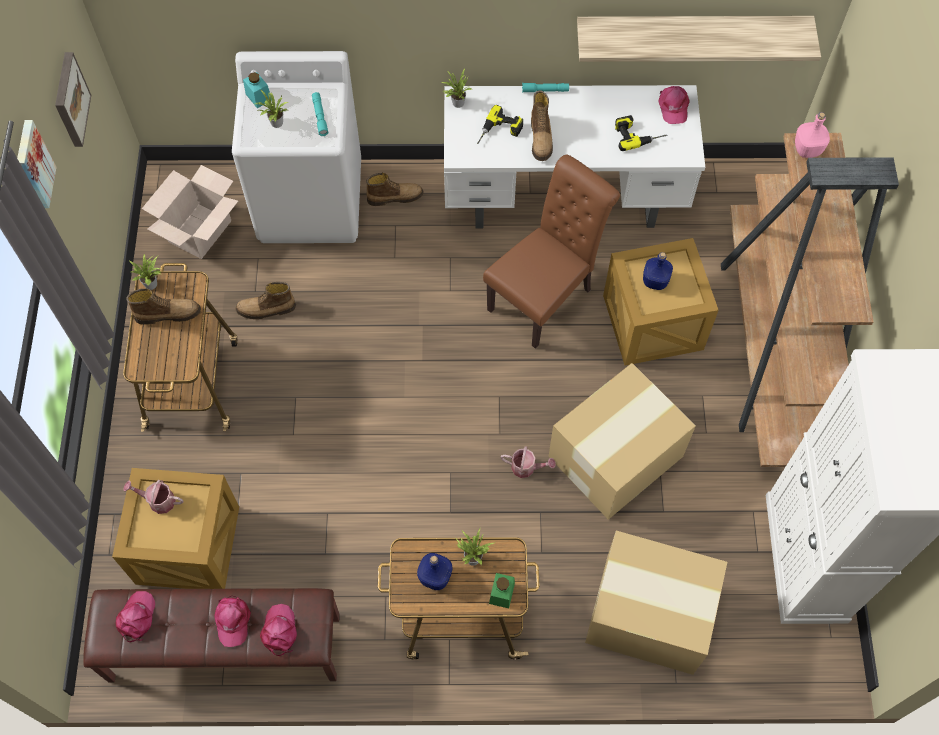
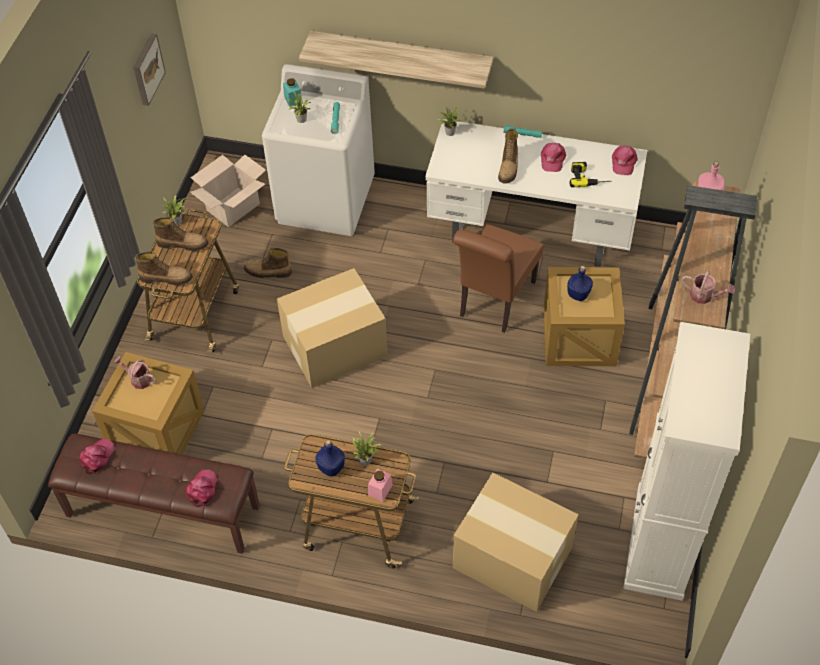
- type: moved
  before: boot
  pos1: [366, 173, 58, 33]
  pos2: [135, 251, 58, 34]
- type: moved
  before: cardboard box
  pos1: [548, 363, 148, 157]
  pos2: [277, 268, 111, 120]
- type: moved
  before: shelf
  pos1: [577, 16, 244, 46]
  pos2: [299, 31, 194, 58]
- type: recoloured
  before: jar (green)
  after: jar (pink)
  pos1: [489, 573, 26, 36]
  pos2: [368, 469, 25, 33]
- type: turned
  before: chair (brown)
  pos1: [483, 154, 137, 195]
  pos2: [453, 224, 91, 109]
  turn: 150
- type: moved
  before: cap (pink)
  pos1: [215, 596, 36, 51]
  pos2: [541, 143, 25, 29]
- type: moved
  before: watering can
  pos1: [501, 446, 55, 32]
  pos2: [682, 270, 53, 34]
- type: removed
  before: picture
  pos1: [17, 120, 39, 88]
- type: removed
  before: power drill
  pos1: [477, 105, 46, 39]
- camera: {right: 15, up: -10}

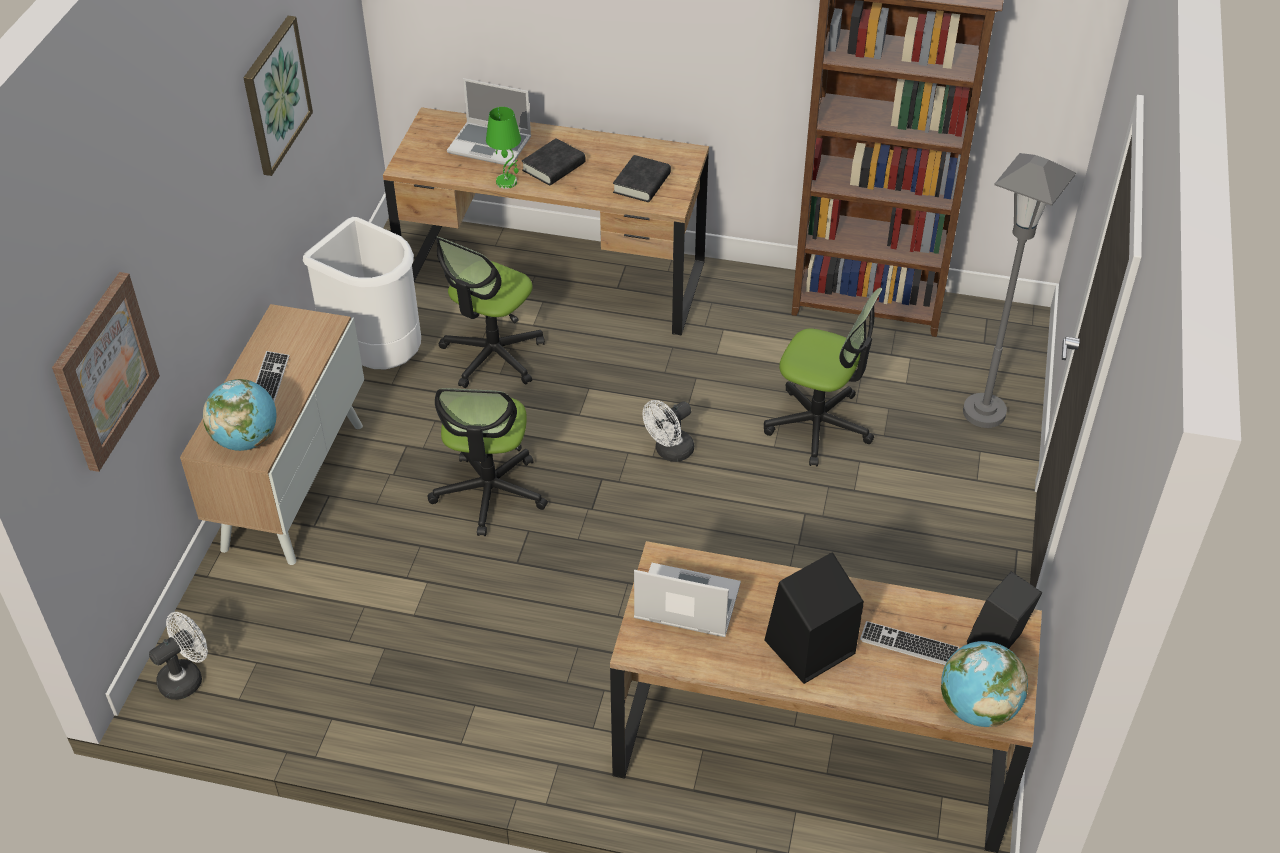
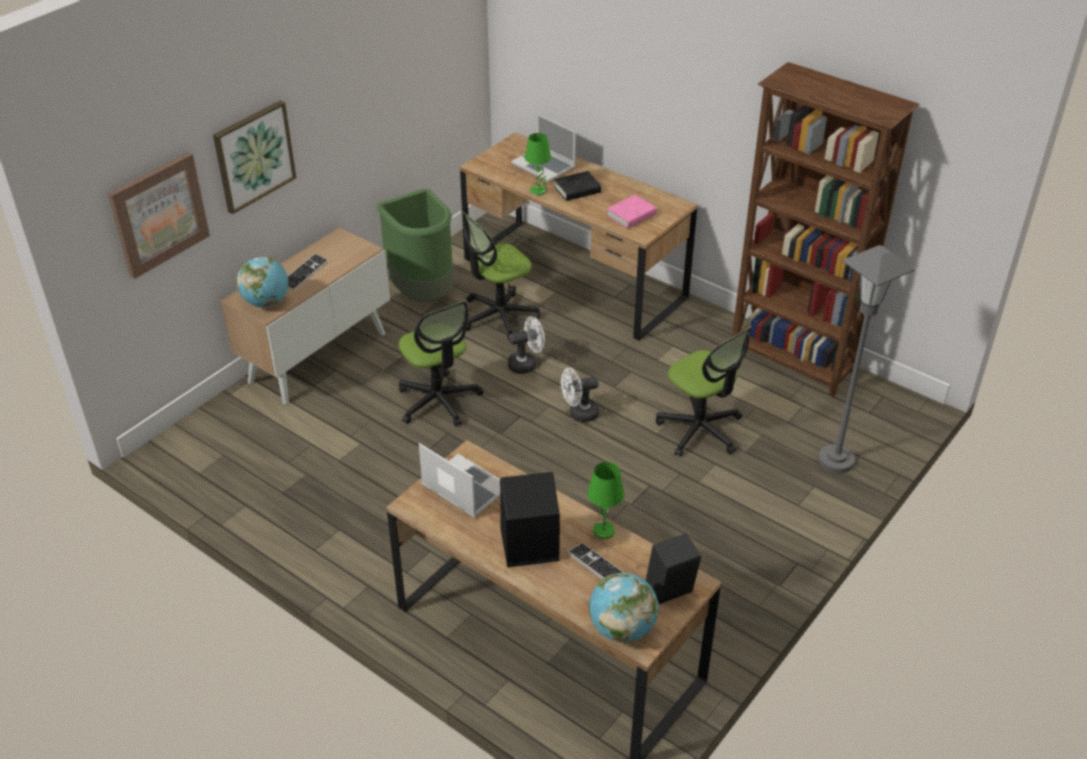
- type: moved
  before: picture
  pos1: [243, 16, 70, 160]
  pos2: [213, 100, 83, 114]
- type: recoloured
  before: trash can (white)
  after: trash can (green)
  pos1: [303, 217, 118, 152]
  pos2: [377, 189, 76, 113]
- type: turned
  before: office chair
  pos1: [427, 388, 121, 148]
  pos2: [399, 301, 84, 126]
  turn: -60
- type: moved
  before: fan (white)
  pos1: [149, 612, 59, 88]
  pos2: [508, 316, 37, 58]
- type: added
  after: table lamp (green)
  pos2: [587, 462, 37, 77]
- type: recoloured
  before: book (black)
  after: book (pink)
  pos1: [613, 155, 58, 47]
  pos2: [607, 195, 50, 34]
- camera: {right: 25, up: -5}

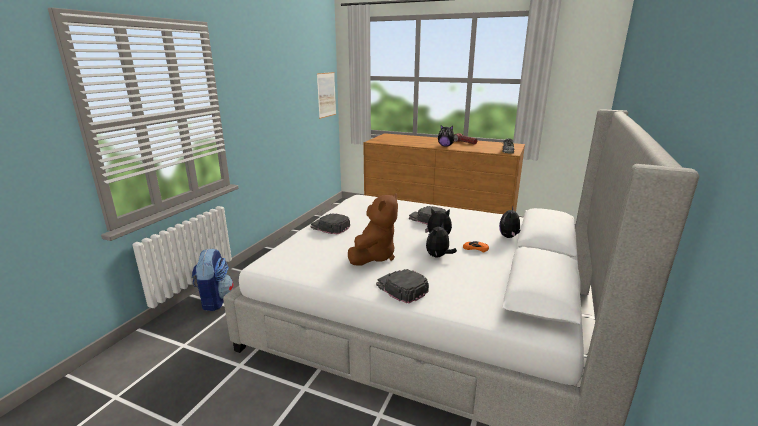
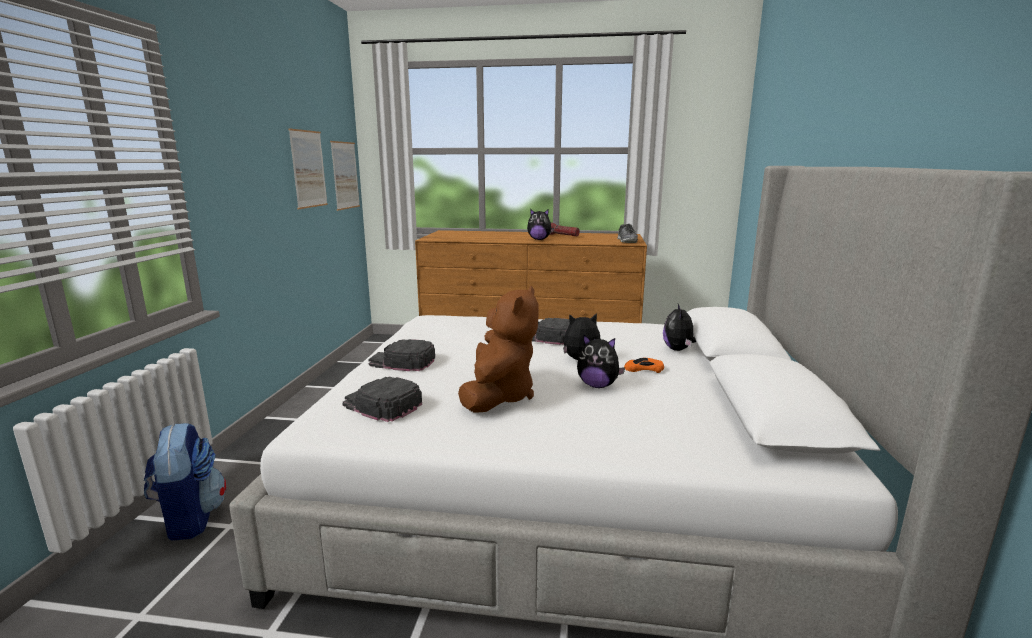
- type: added
  after: picture
  pos2: [288, 128, 40, 81]
- type: moved
  before: cap (black)
  pos1: [376, 269, 53, 34]
  pos2: [342, 376, 80, 46]
- type: turned
  before: plush toy
  pos1: [426, 223, 31, 35]
  pos2: [577, 334, 48, 54]
  turn: -90
- camera: {right: -15, up: -5}

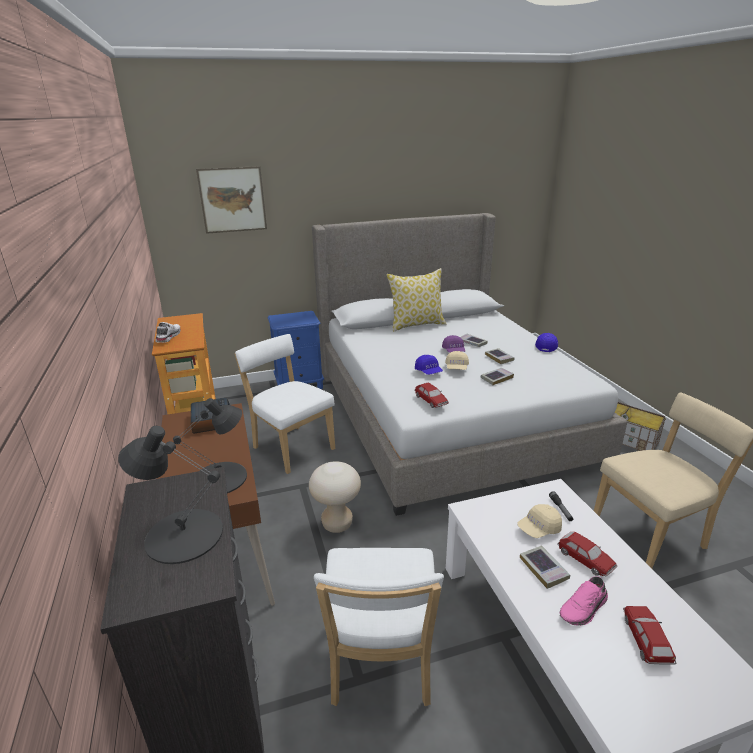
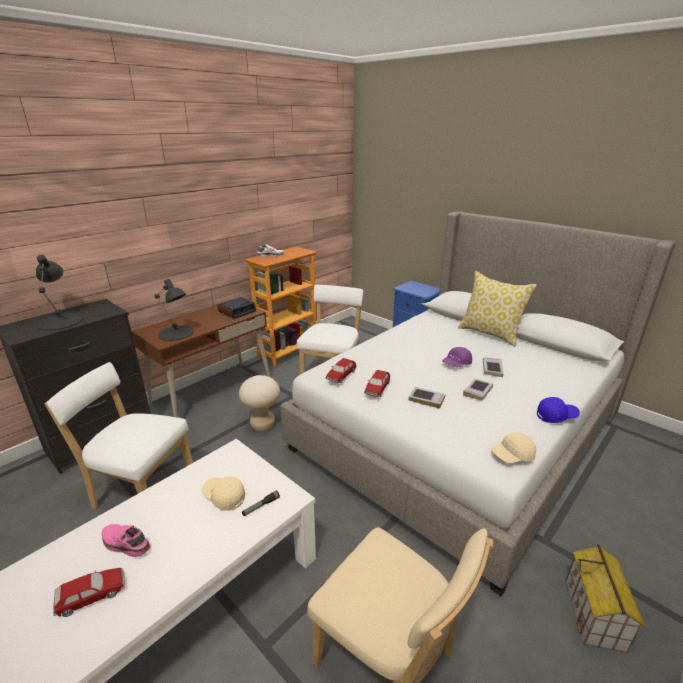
- type: turned
  before: chair (white)
  pos1: [314, 548, 130, 158]
  pos2: [45, 362, 148, 147]
  turn: 45
- type: moved
  before: toy car
  pos1: [557, 532, 60, 45]
  pos2: [364, 370, 27, 27]
- type: moved
  before: cap (beige)
  pos1: [445, 351, 24, 19]
  pos2: [491, 432, 45, 31]
- type: removed
  before: picture
  pos1: [196, 166, 71, 68]
- type: removed
  before: cap (blue)
  pos1: [415, 355, 28, 20]
- type: removed
  before: book
  pos1: [520, 545, 50, 44]
- camera: {right: 60, up: 0}

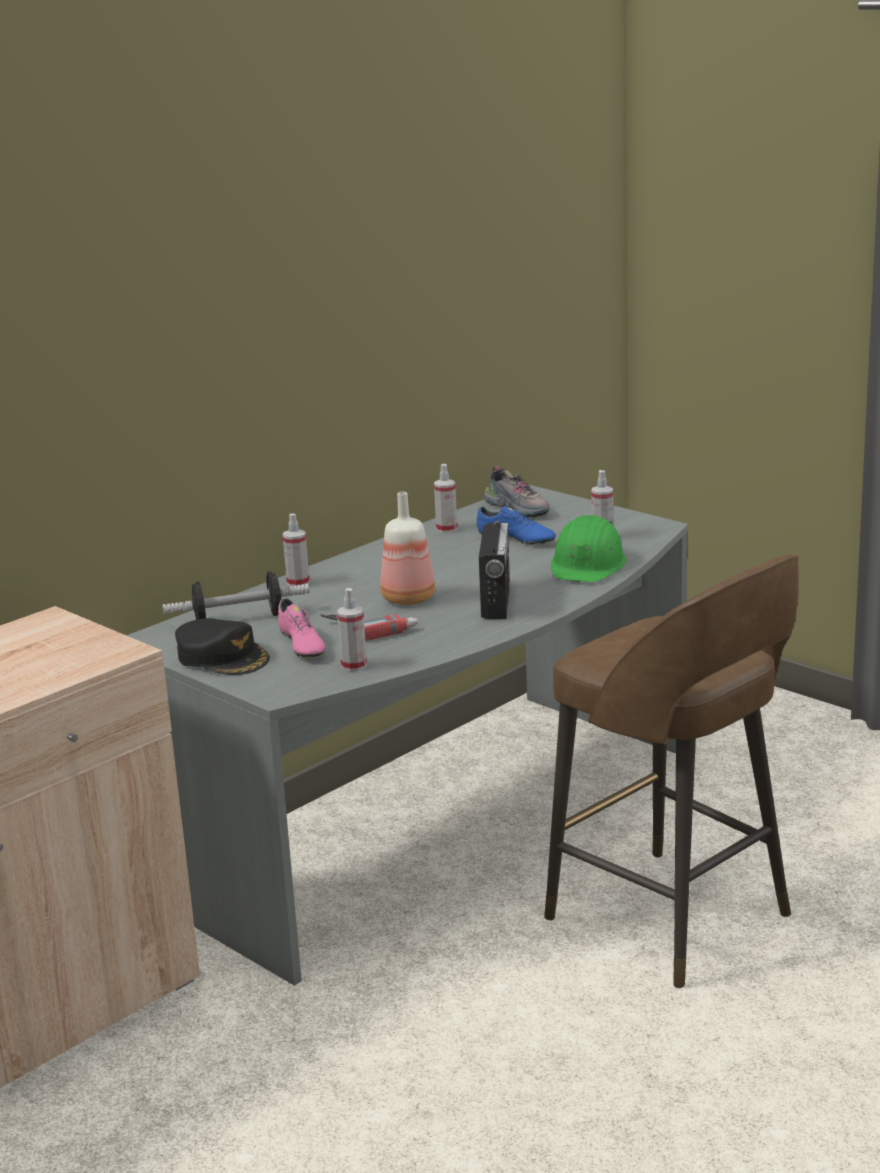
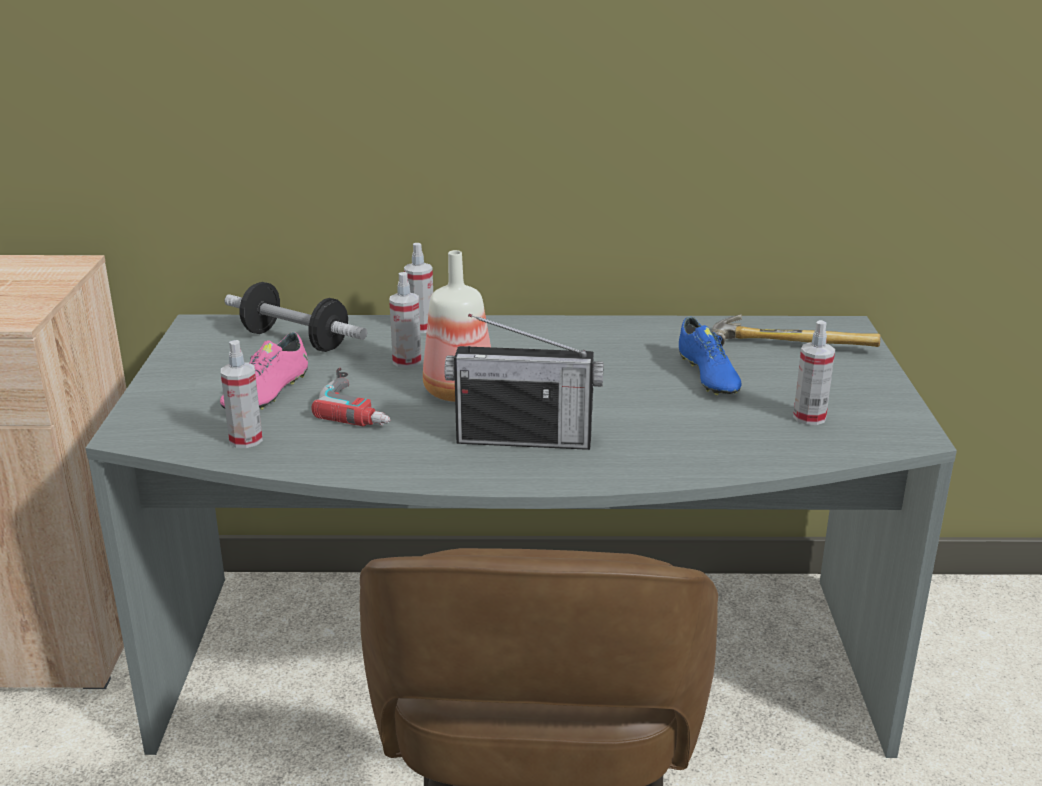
- type: moved
  before: spray bottle
  pos1: [434, 464, 23, 69]
  pos2: [389, 272, 33, 96]
- type: turned
  before: radio
  pos1: [479, 521, 31, 98]
  pos2: [445, 314, 159, 136]
  turn: 45
- type: replaced
  before: shoe
  after: hammer
  pos1: [484, 466, 66, 52]
  pos2: [712, 314, 169, 33]
- type: removed
  before: cap (black)
  pos1: [175, 618, 95, 57]
- type: removed
  before: hard hat (green)
  pos1: [551, 515, 75, 67]
- camera: {right: 45, up: 5}

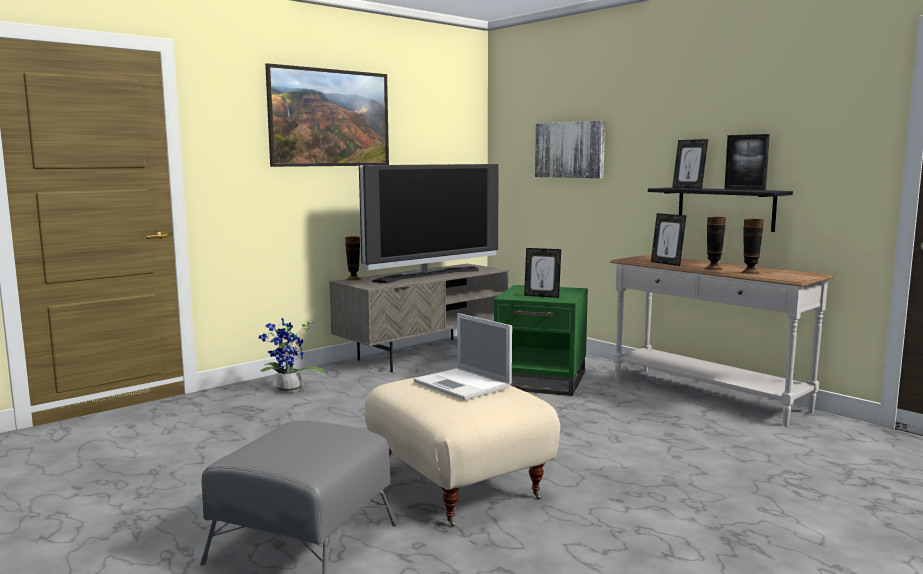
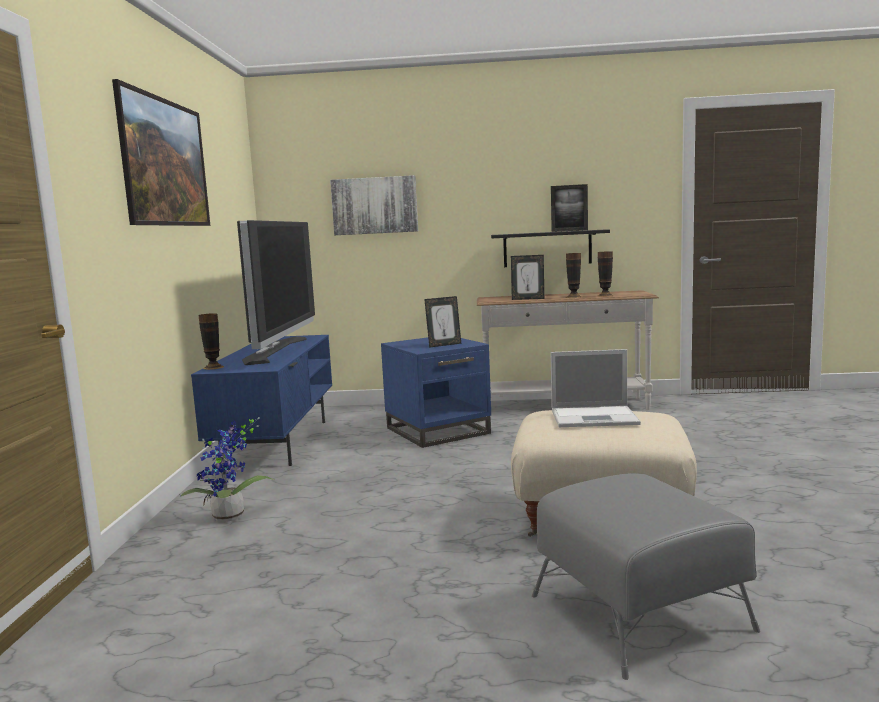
- type: recoloured
  before: tv stand (grey)
  after: tv stand (blue)
  pos1: [329, 264, 180, 108]
  pos2: [191, 335, 141, 131]
- type: recoloured
  before: side table (green)
  after: side table (blue)
  pos1: [494, 285, 94, 111]
  pos2: [381, 337, 110, 111]
- type: removed
  before: picture frame
  pos1: [672, 139, 36, 50]
- camera: {right: -45, up: 0}

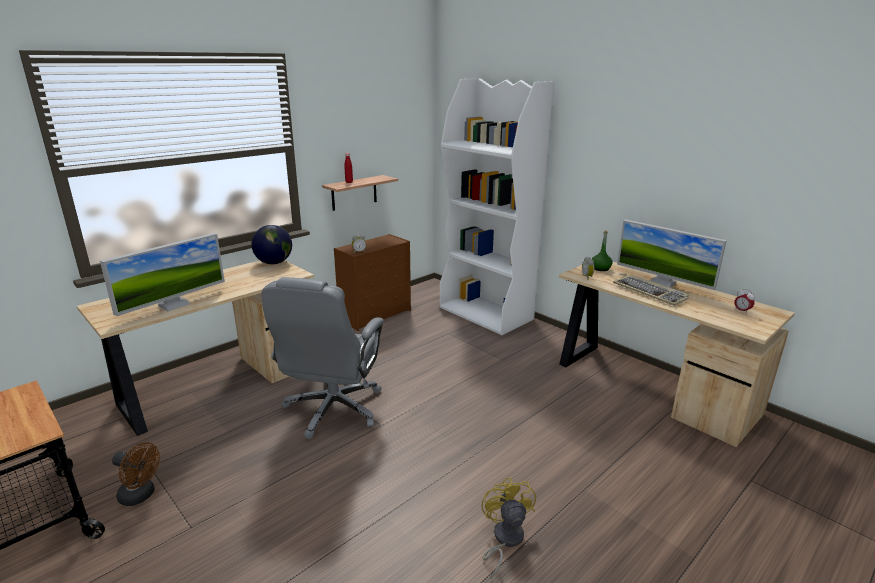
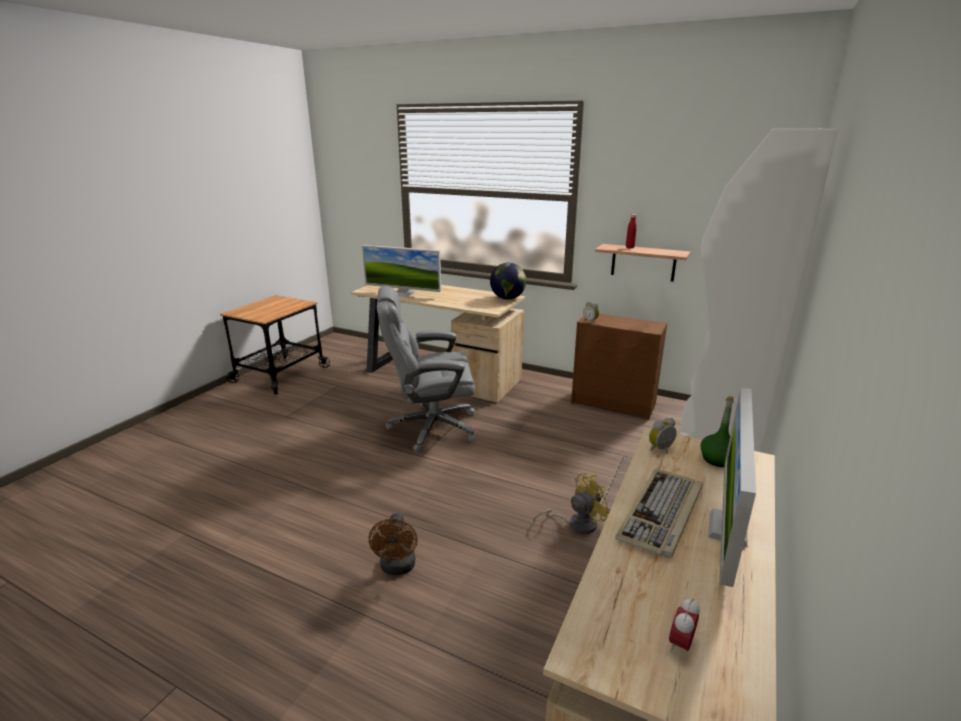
- type: moved
  before: fan (brown)
  pos1: [112, 442, 48, 64]
  pos2: [369, 513, 49, 62]
- type: moved
  before: fan (yellow)
  pos1: [481, 477, 55, 102]
  pos2: [533, 473, 77, 61]
- camera: {right: 70, up: 0}

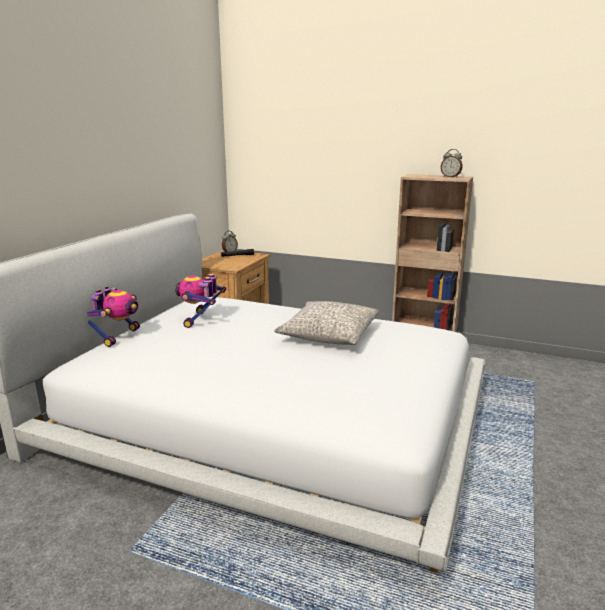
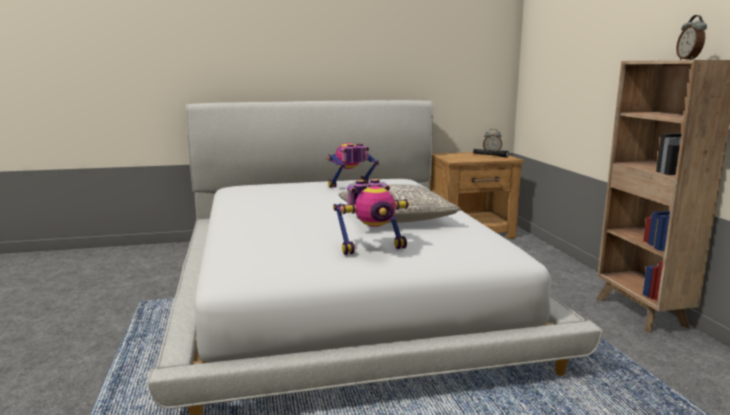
- type: moved
  before: toy robot
  pos1: [87, 286, 53, 61]
  pos2: [333, 179, 76, 76]
- camera: {right: 55, up: -5}

